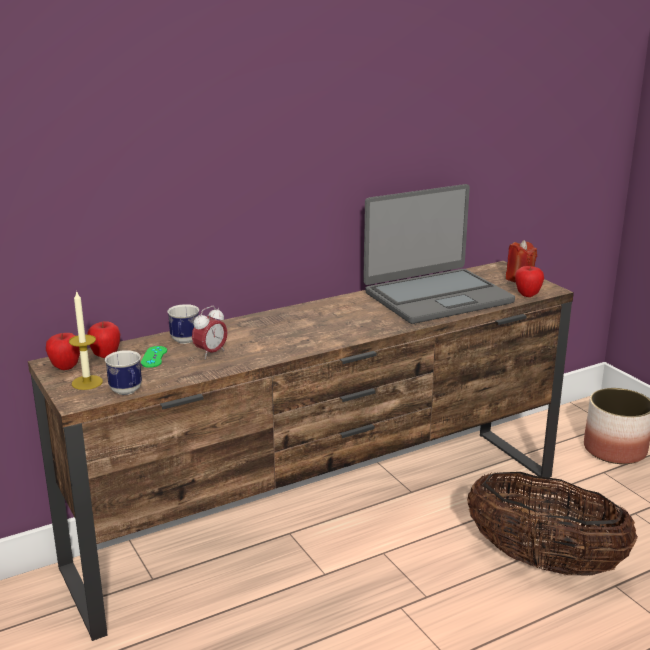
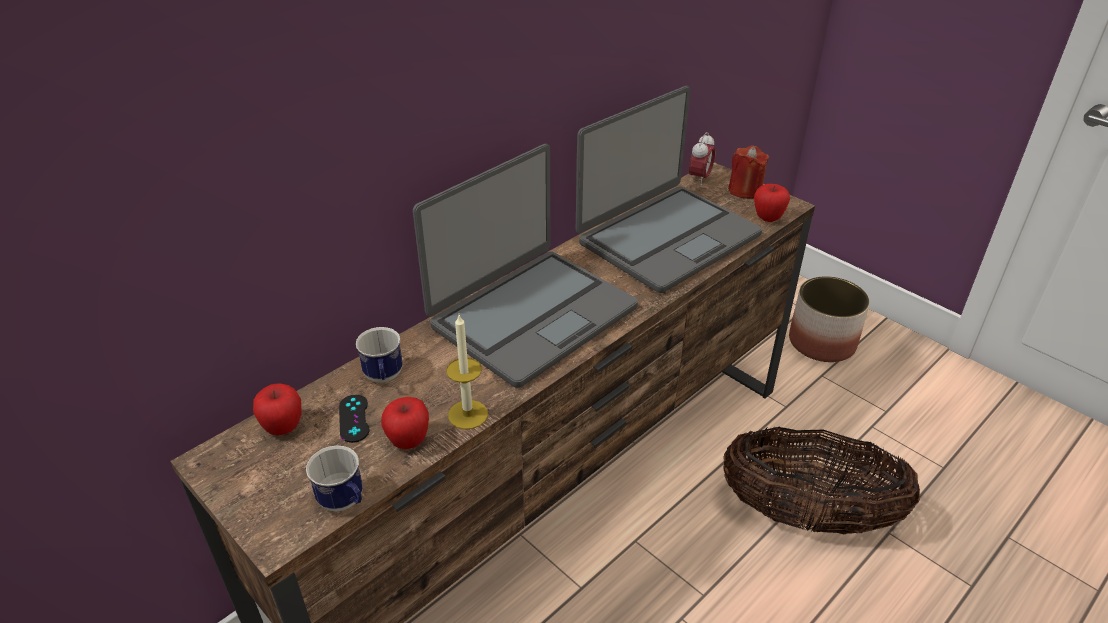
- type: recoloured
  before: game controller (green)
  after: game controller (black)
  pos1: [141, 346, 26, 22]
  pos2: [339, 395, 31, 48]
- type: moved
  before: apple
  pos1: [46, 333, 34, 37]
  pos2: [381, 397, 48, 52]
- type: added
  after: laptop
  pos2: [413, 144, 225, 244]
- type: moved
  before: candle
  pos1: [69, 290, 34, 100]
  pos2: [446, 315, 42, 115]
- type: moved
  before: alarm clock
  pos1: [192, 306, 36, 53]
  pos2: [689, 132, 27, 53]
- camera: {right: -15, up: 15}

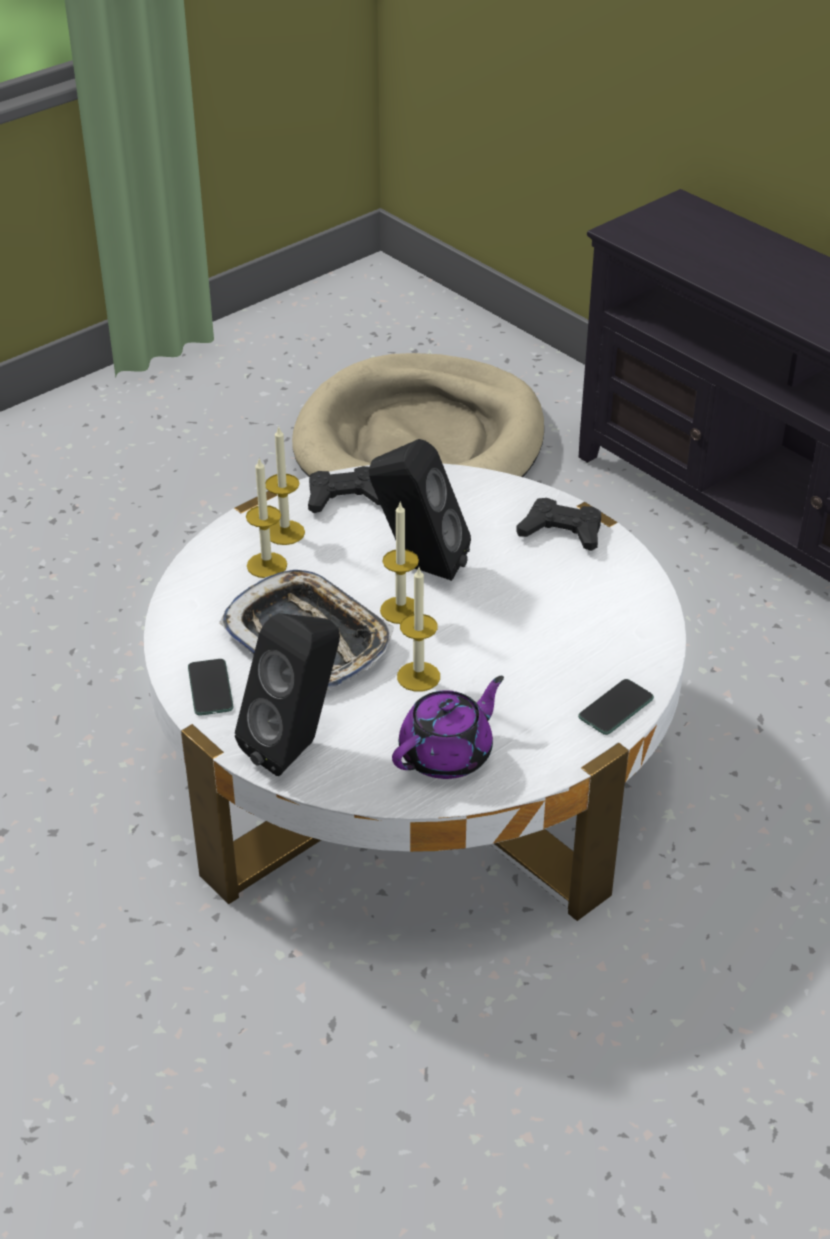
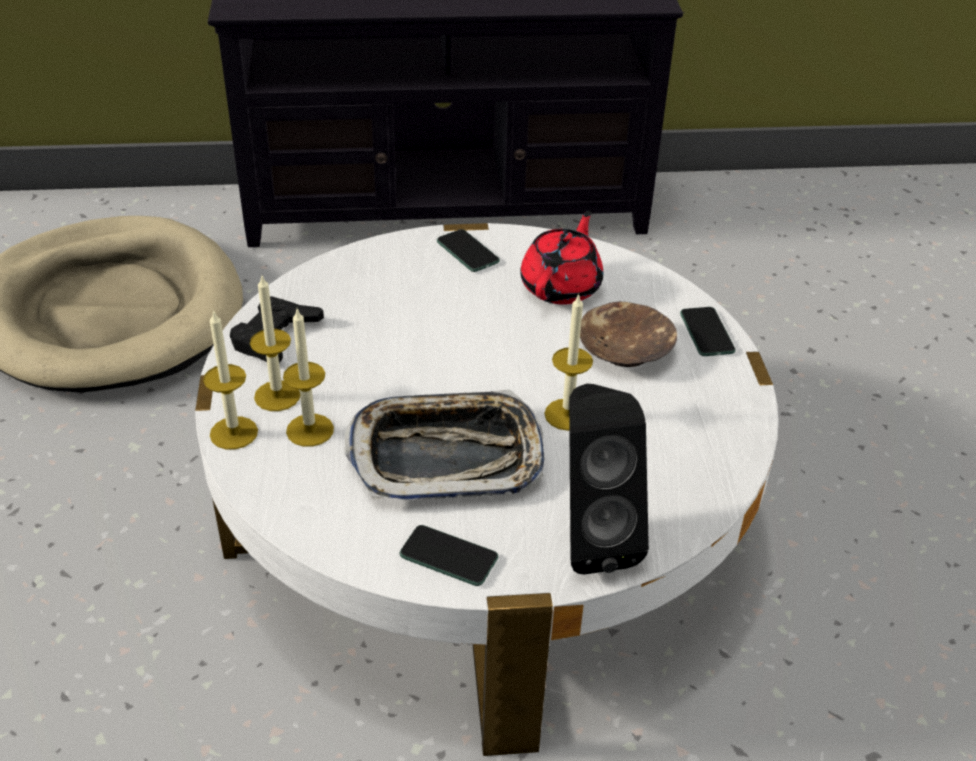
- type: moved
  before: candle
  pos1: [380, 501, 39, 123]
  pos2: [203, 310, 55, 139]
- type: replaced
  before: game controller (black)
  after: phone
  pos1: [516, 498, 85, 53]
  pos2: [437, 229, 63, 43]
- type: added
  after: teapot (red)
  pos2: [520, 211, 83, 94]
- type: added
  after: bowl (brown)
  pos2: [580, 301, 97, 66]
- type: removed
  before: speaker (black)
  pos1: [369, 439, 102, 142]
- type: removed
  before: teapot (purple)
  pos1: [392, 676, 112, 103]
- camera: {right: -55, up: 0}

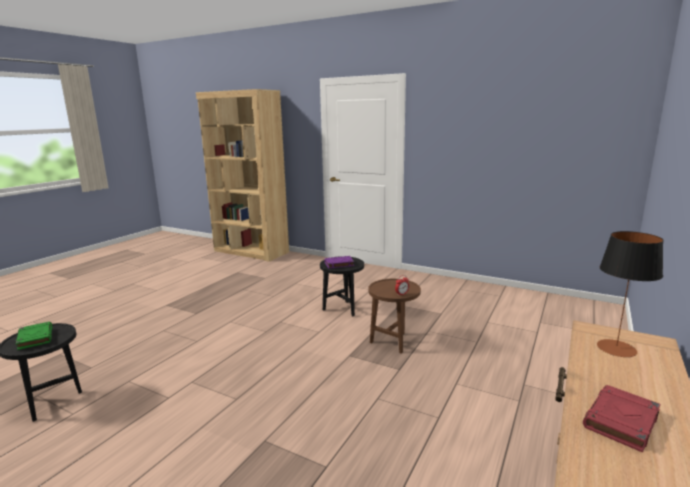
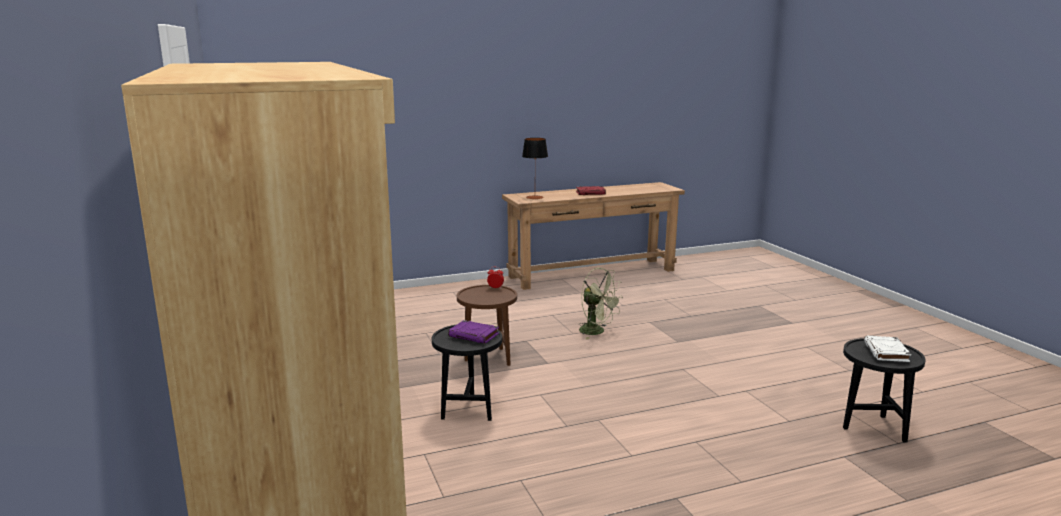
- type: added
  after: fan (green)
  pos2: [579, 268, 44, 71]
- type: recoloured
  before: book (green)
  after: book (white)
  pos1: [16, 321, 36, 29]
  pos2: [864, 336, 47, 26]
- camera: {right: -140, up: 0}

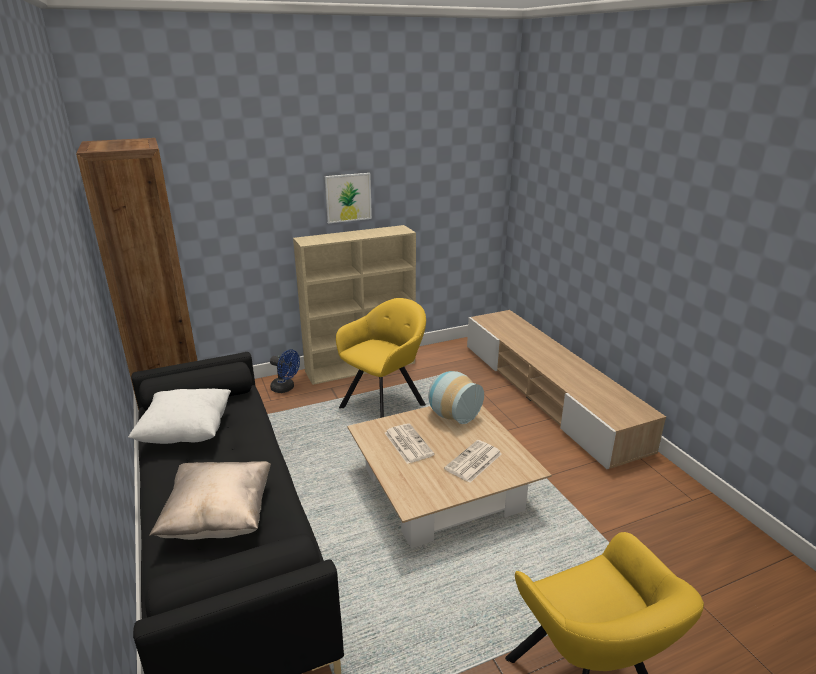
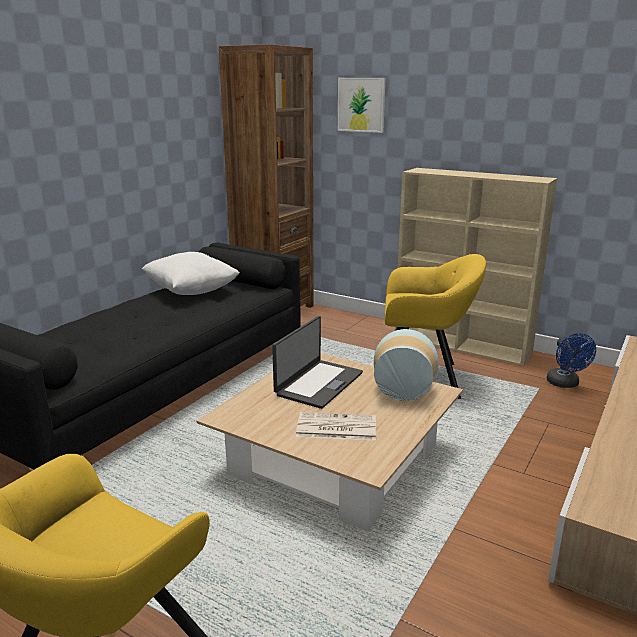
- type: replaced
  before: newspaper
  after: laptop
  pos1: [385, 423, 49, 41]
  pos2: [272, 316, 91, 93]
- type: moved
  before: picture
  pos1: [325, 173, 47, 51]
  pos2: [338, 78, 47, 55]
- type: moved
  before: fan (blue)
  pos1: [270, 350, 30, 43]
  pos2: [547, 333, 49, 55]
- type: removed
  before: pillow (beige)
  pos1: [149, 461, 122, 79]
- camera: {right: 55, up: -5}

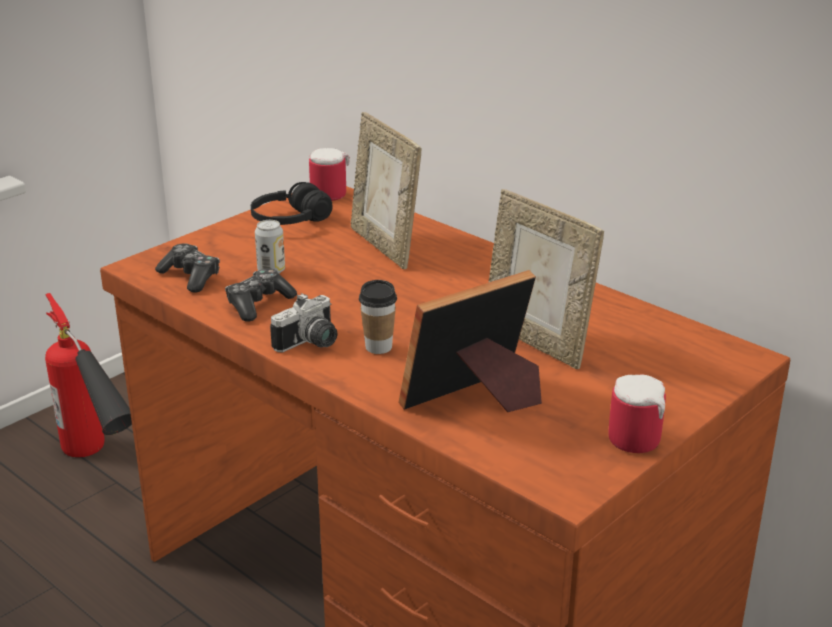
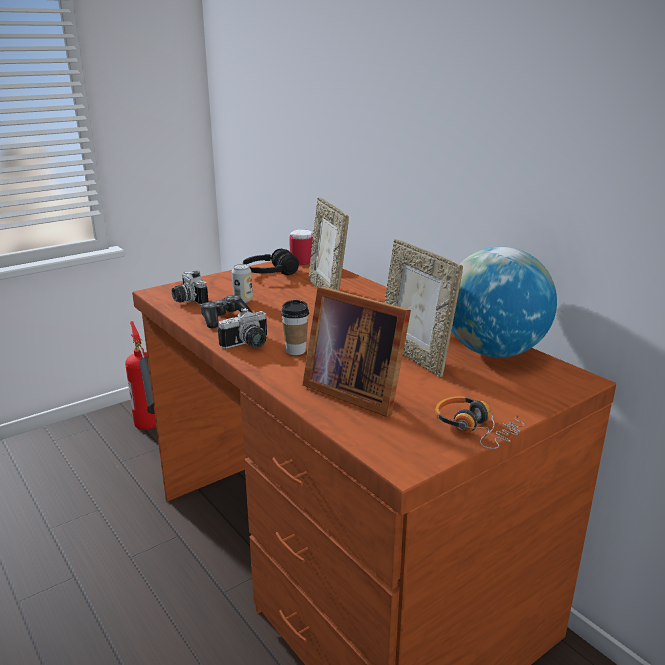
- type: replaced
  before: game controller
  after: photo camera
  pos1: [155, 243, 65, 50]
  pos2: [172, 271, 36, 34]
- type: turned
  before: picture frame
  pos1: [398, 270, 144, 142]
  pos2: [302, 287, 109, 130]
  turn: -120
- type: replaced
  before: mug
  after: headphones
  pos1: [609, 374, 57, 79]
  pos2: [435, 396, 90, 53]
- type: added
  after: globe
  pos2: [452, 247, 105, 110]
- camera: {right: 10, up: -5}

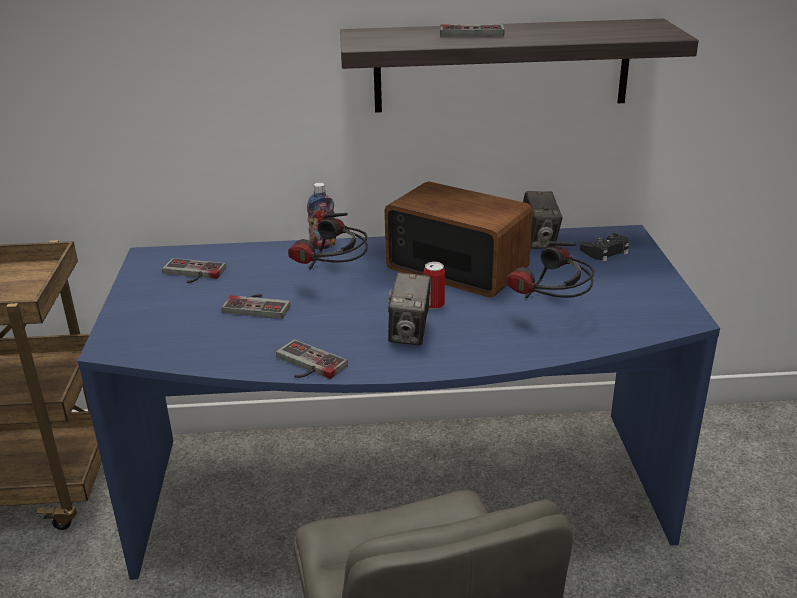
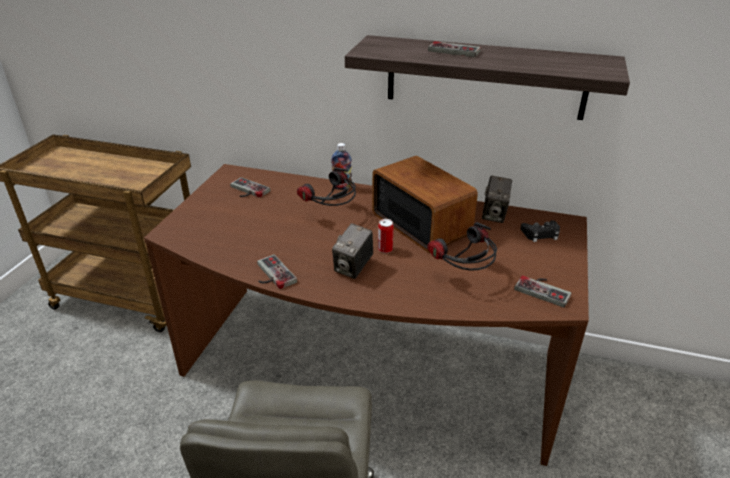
- type: recoloured
  before: desk (blue)
  after: desk (brown)
  pos1: [78, 225, 642, 355]
  pos2: [144, 164, 445, 302]
- type: moved
  before: game controller
  pos1: [221, 294, 69, 25]
  pos2: [514, 276, 57, 32]
- camera: {right: 20, up: 5}

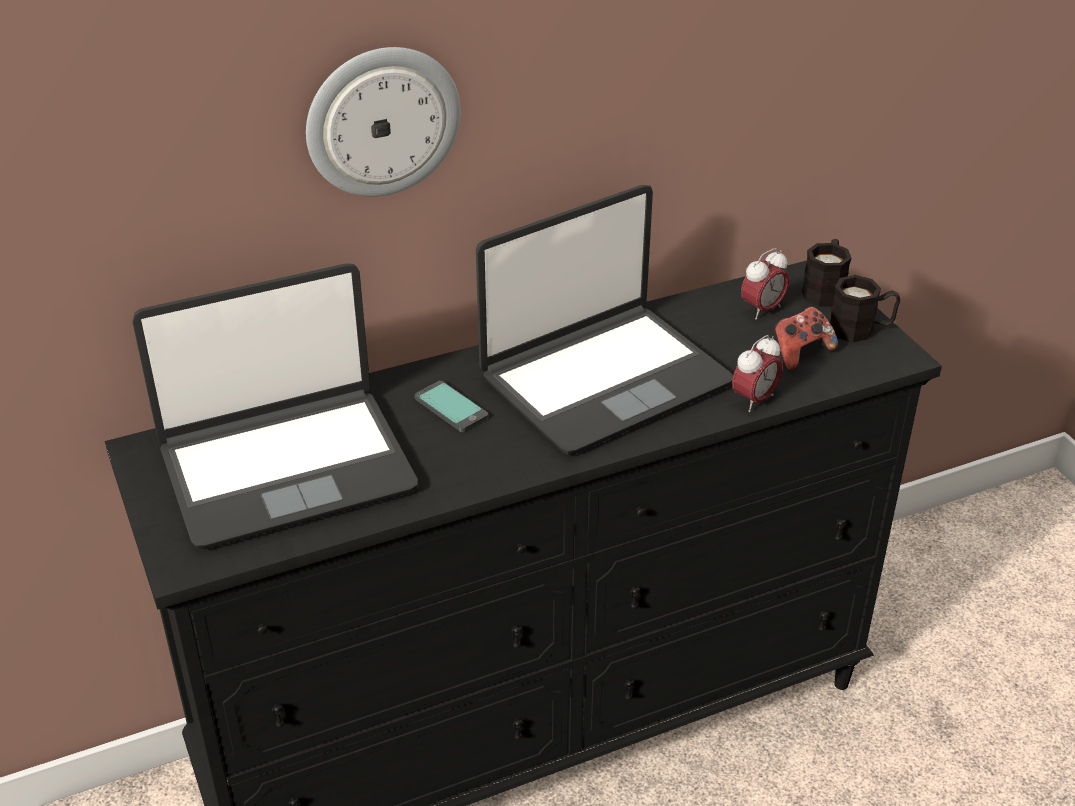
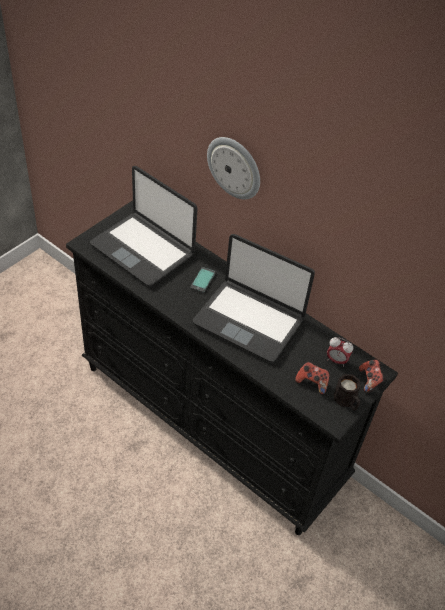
- type: replaced
  before: mug (black)
  after: game controller
  pos1: [802, 239, 50, 68]
  pos2: [359, 360, 26, 33]
- type: removed
  before: alarm clock
  pos1: [732, 335, 51, 77]
- camera: {right: 60, up: 10}

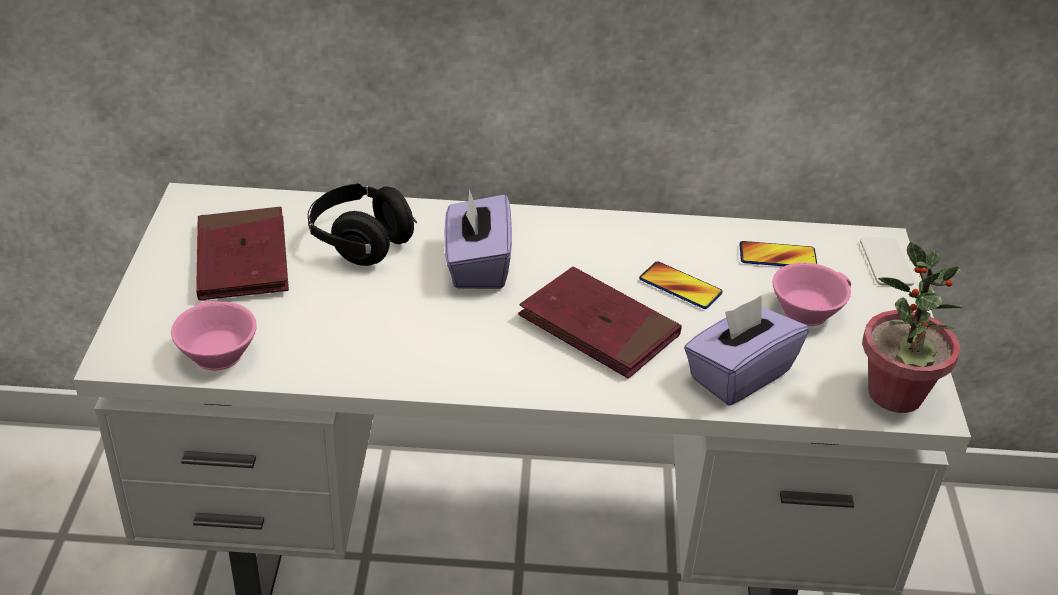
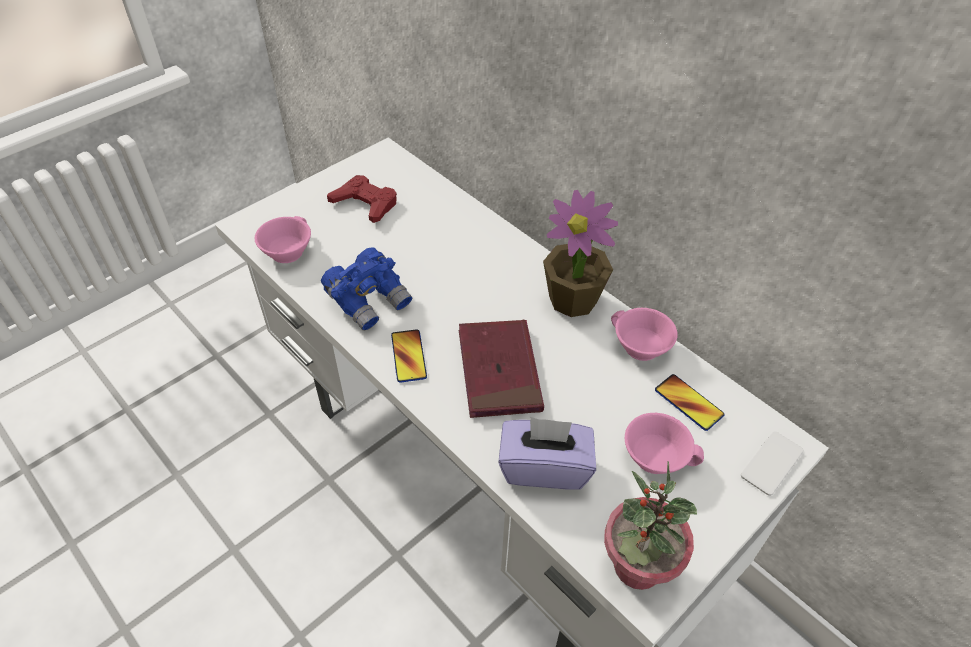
- type: added
  after: binoculars (blue)
  pos2: [321, 247, 91, 84]
- type: replaced
  before: book (red)
  after: game controller (red)
  pos1: [196, 207, 93, 94]
  pos2: [327, 175, 70, 48]
- type: moved
  before: phone
  pos1: [639, 261, 84, 48]
  pos2: [391, 329, 36, 54]
- type: added
  after: potted plant
  pos2: [543, 190, 75, 127]
- type: added
  after: cup (pink)
  pos2: [611, 308, 66, 53]
- type: removed
  before: headphones (black)
  pos1: [308, 183, 109, 83]
- type: removed
  before: tissue box (purple)
  pos1: [444, 189, 68, 100]
- camera: {right: 45, up: 10}

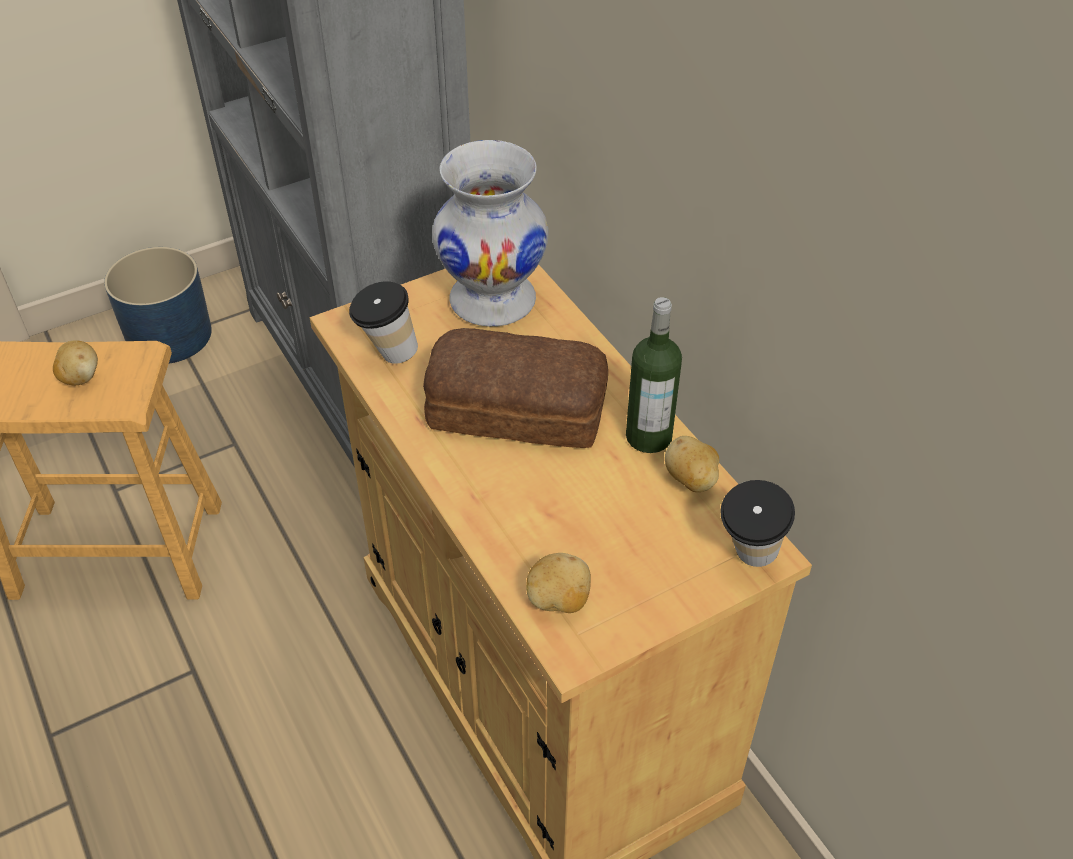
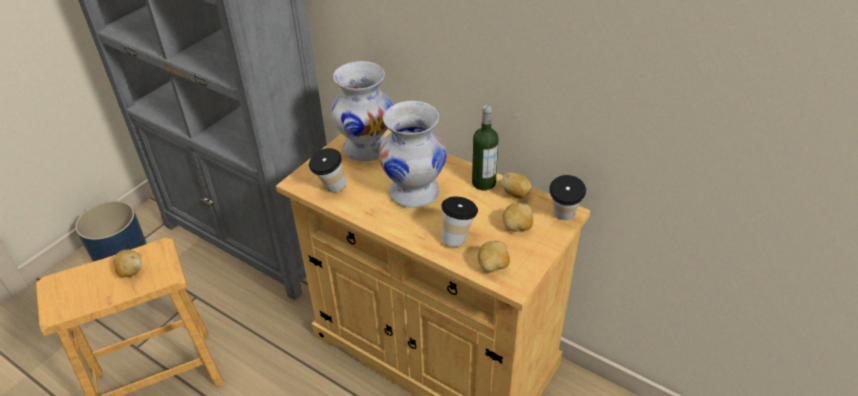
- type: replaced
  before: bread
  after: vase (white)
  pos1: [423, 328, 185, 120]
  pos2: [379, 101, 68, 107]
- type: added
  after: cup
  pos2: [442, 197, 36, 50]
- type: added
  after: potato
  pos2: [503, 203, 30, 29]
- camera: {right: -25, up: -5}

